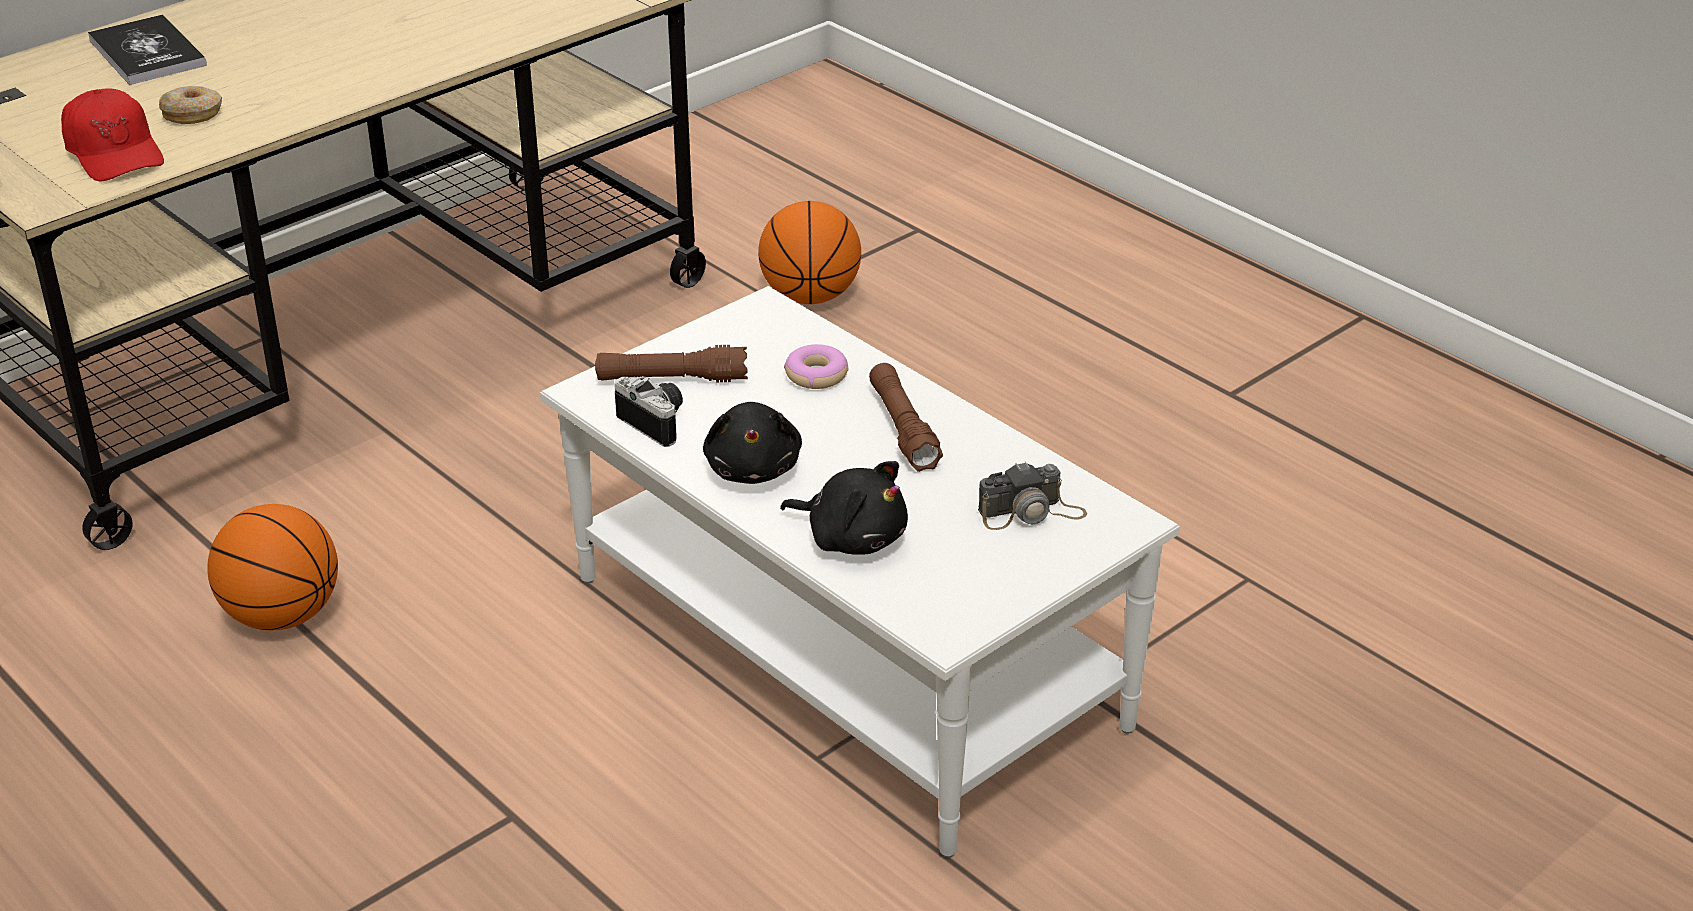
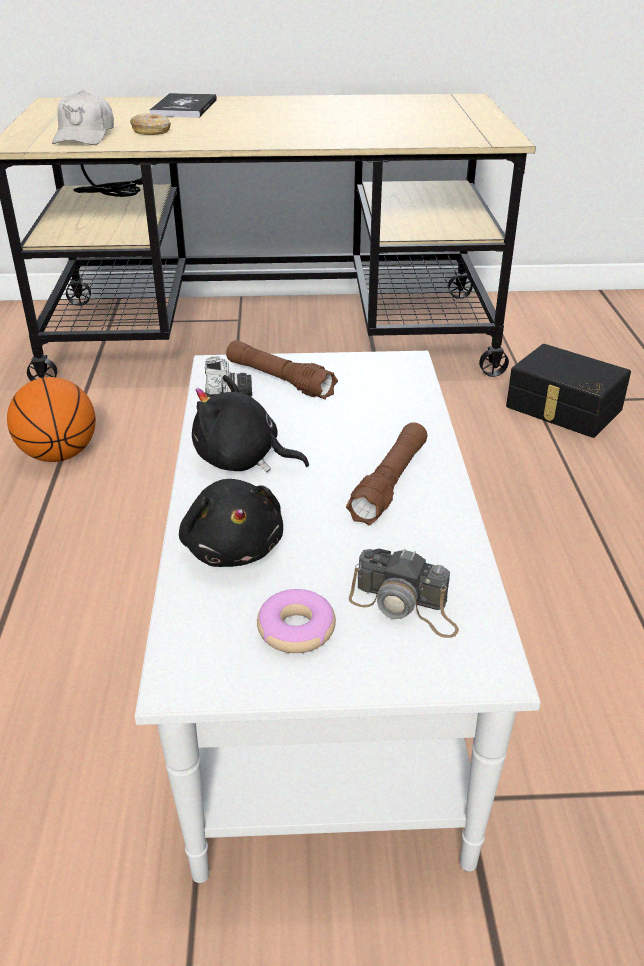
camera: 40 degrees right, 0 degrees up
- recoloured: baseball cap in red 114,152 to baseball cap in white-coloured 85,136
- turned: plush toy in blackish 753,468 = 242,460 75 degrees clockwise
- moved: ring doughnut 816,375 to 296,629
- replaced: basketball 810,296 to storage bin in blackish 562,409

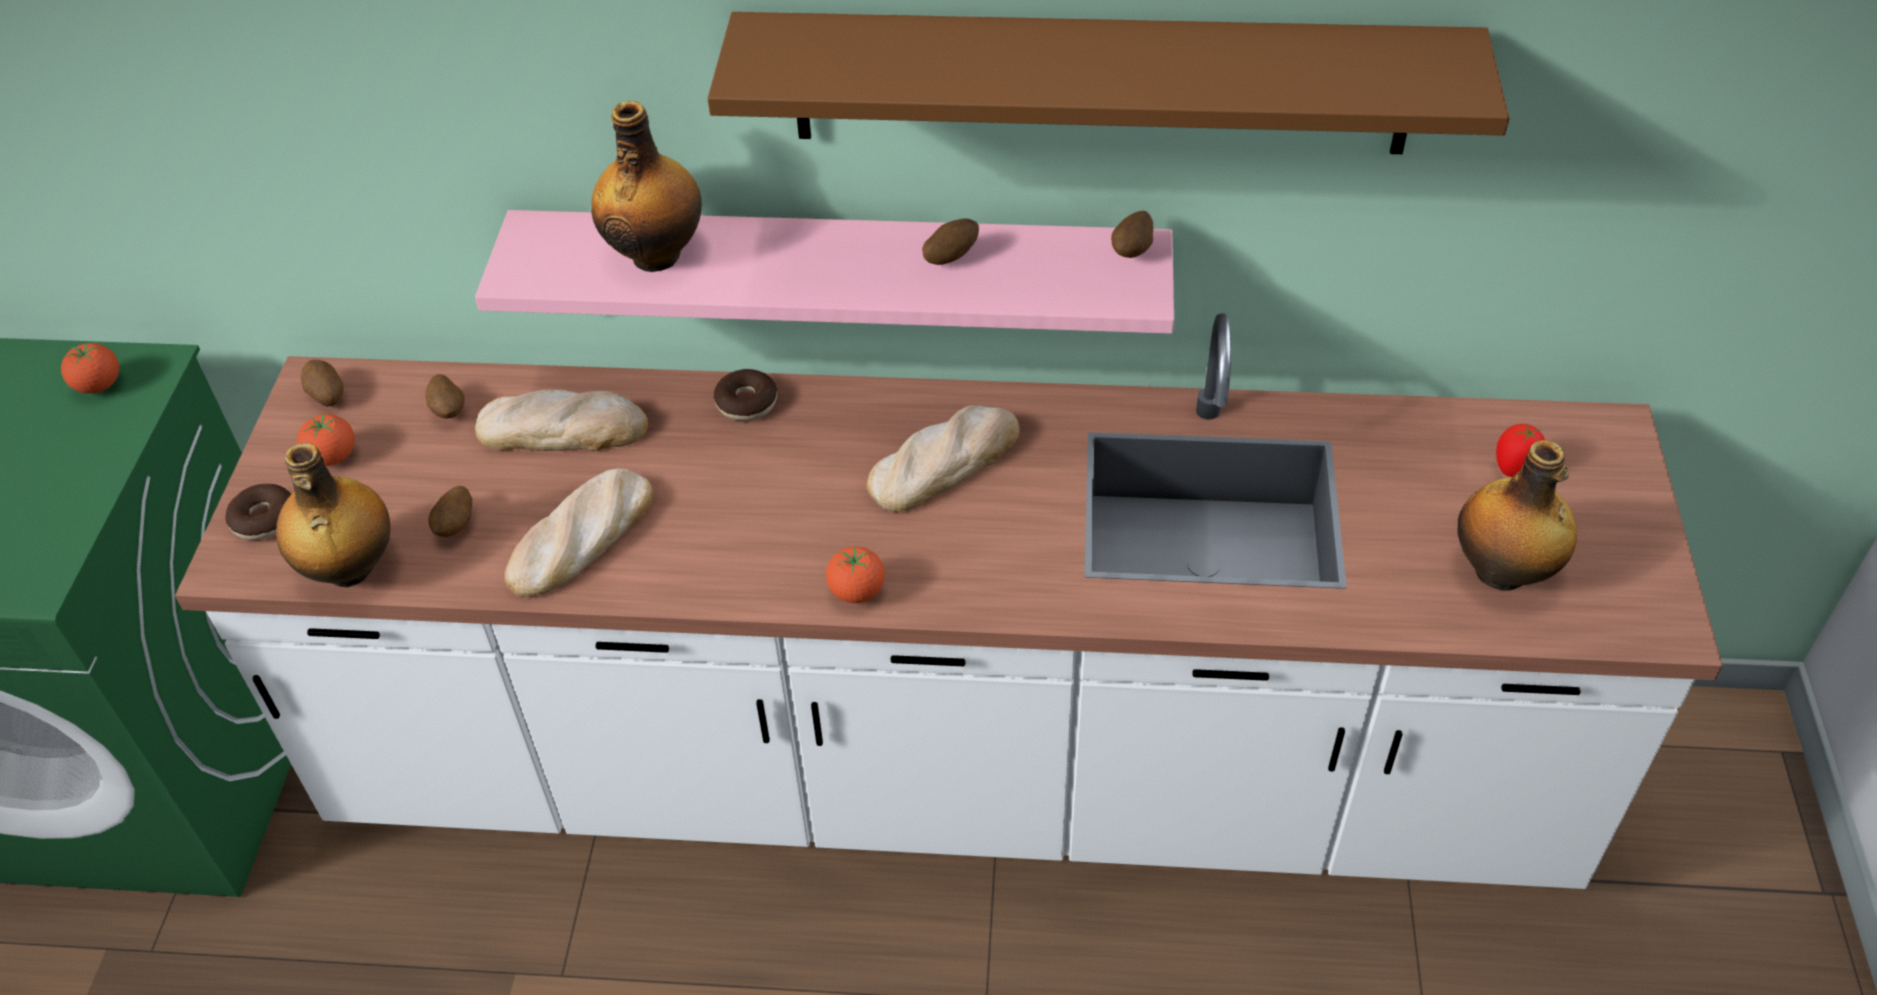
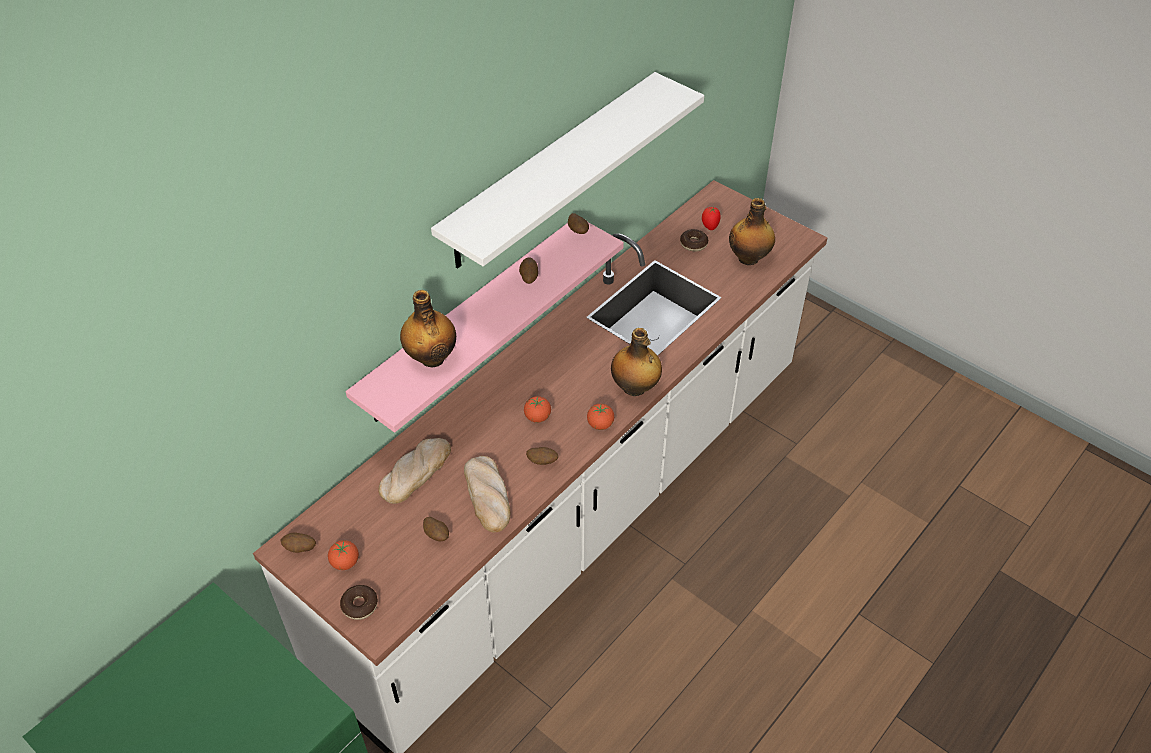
camera: 55 degrees left, 0 degrees up
- recoloured: shelf in brownish 1100,83 to shelf in white-coloured 551,170
- moved: tomato 99,385 to 537,417
- moved: spud 449,411 to 542,461
- moved: drink bottle 350,569 to 635,388
- moved: ring doughnut 746,402 to 693,244
- removed: baked bread 944,462

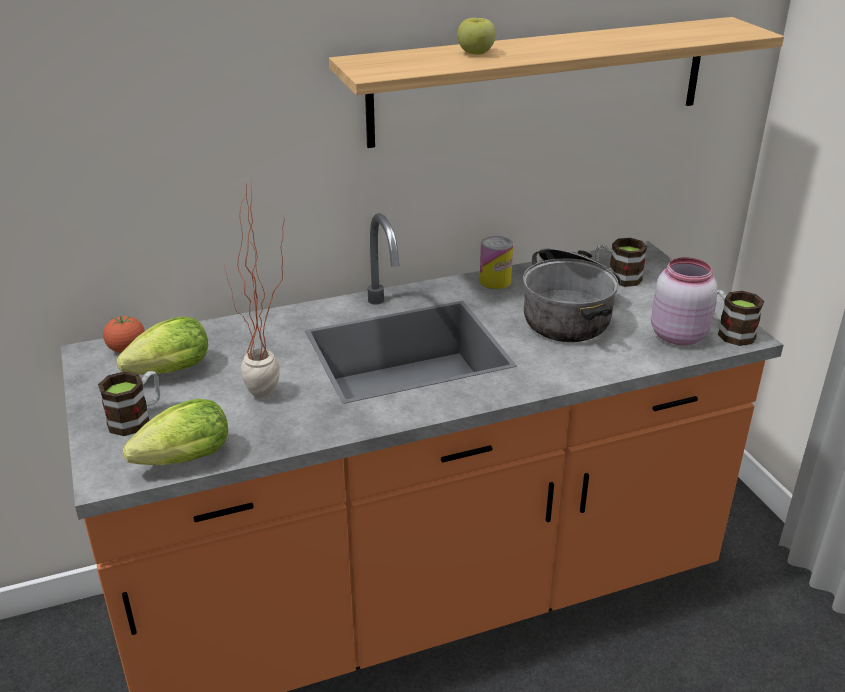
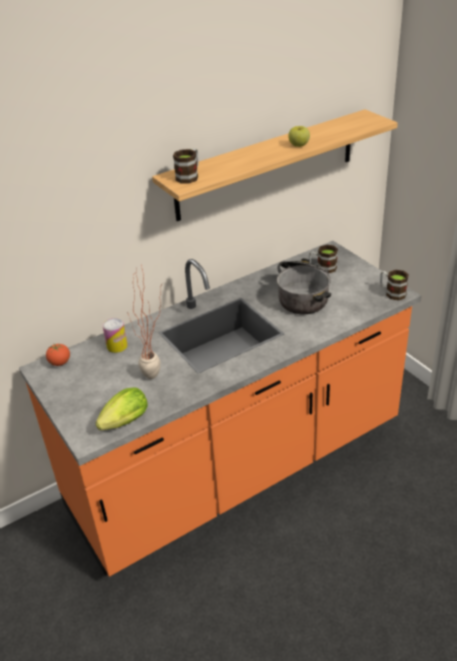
camera: 10 degrees left, 5 degrees up
- moved: sealed can 495,281 to 117,346
- moved: tea mug 136,418 to 189,176
- moved: whole apple 476,53 to 299,145
- removed: lettuce head 166,373
- removed: storage jar in pink 676,334

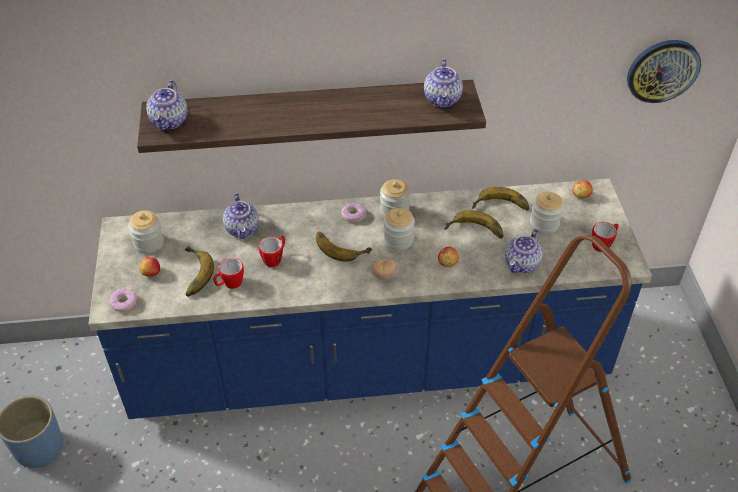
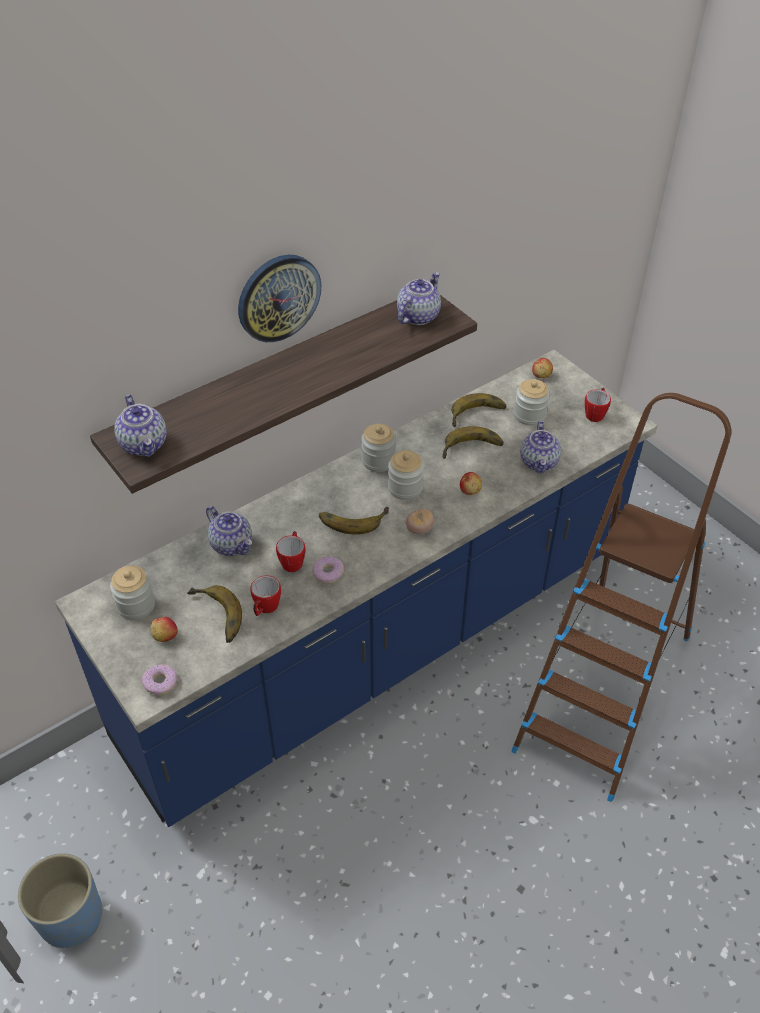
camera: 30 degrees left, 0 degrees up
- moved: hanging clock 662,70 to 278,297
- moved: ring doughnut 353,215 to 328,573
- turned: teapot 443,99 = 418,316 120 degrees counterclockwise

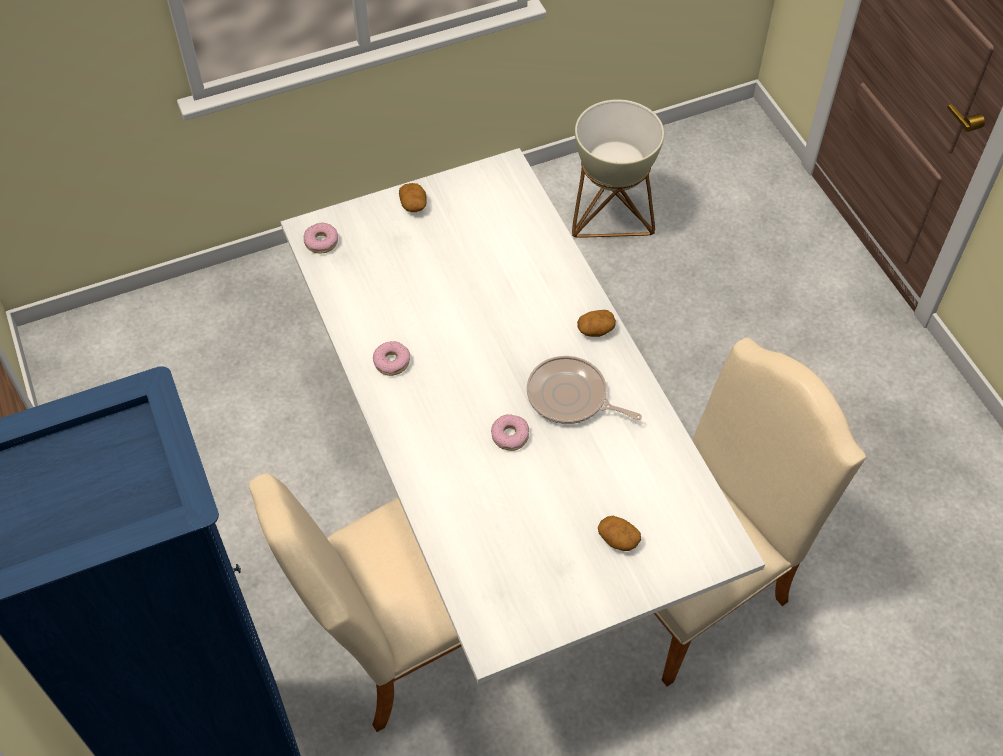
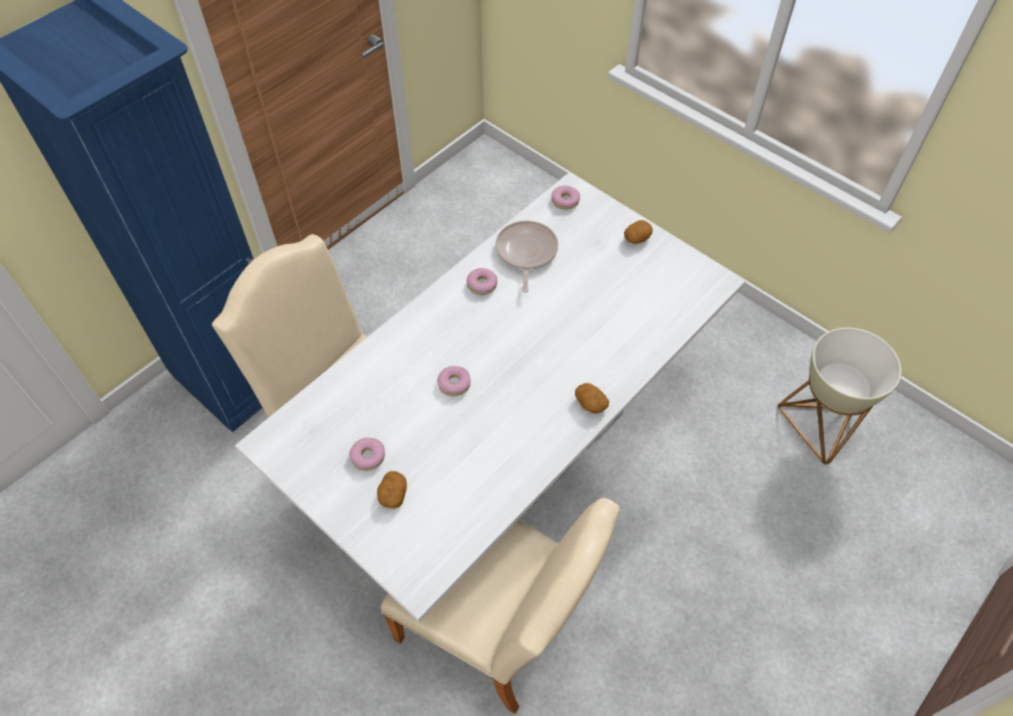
camera: 65 degrees right, 0 degrees up
- added: ring doughnut 368,456
- moved: frying pan 570,397 to 526,253

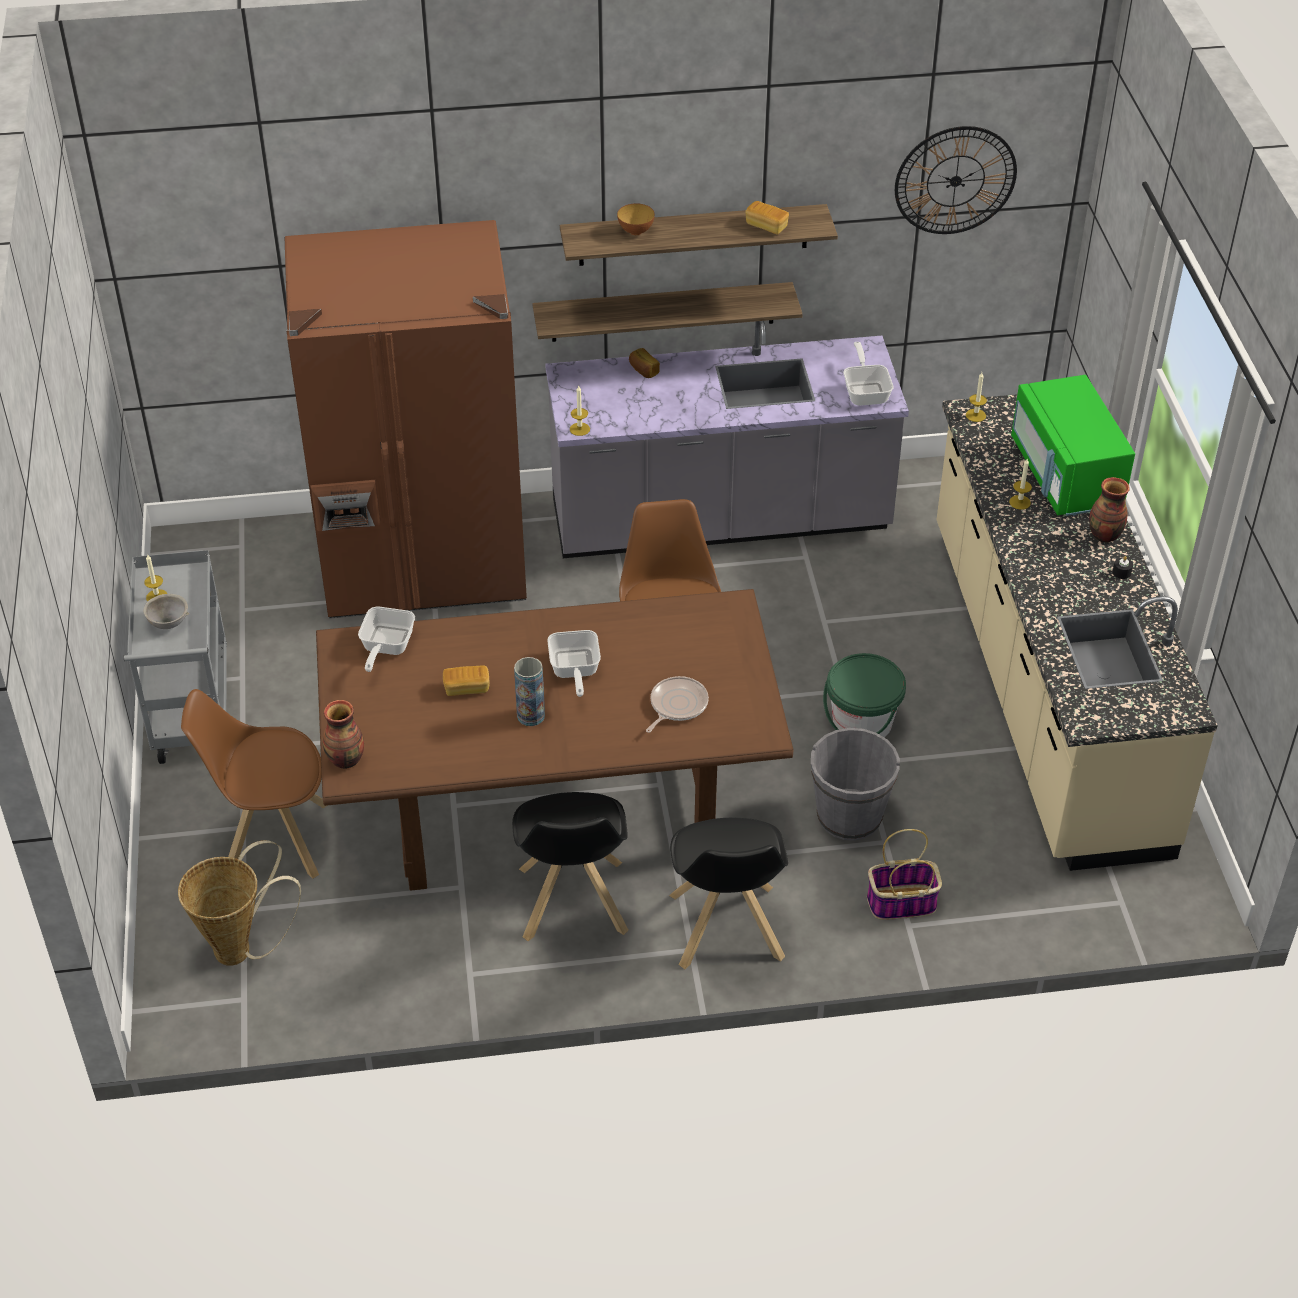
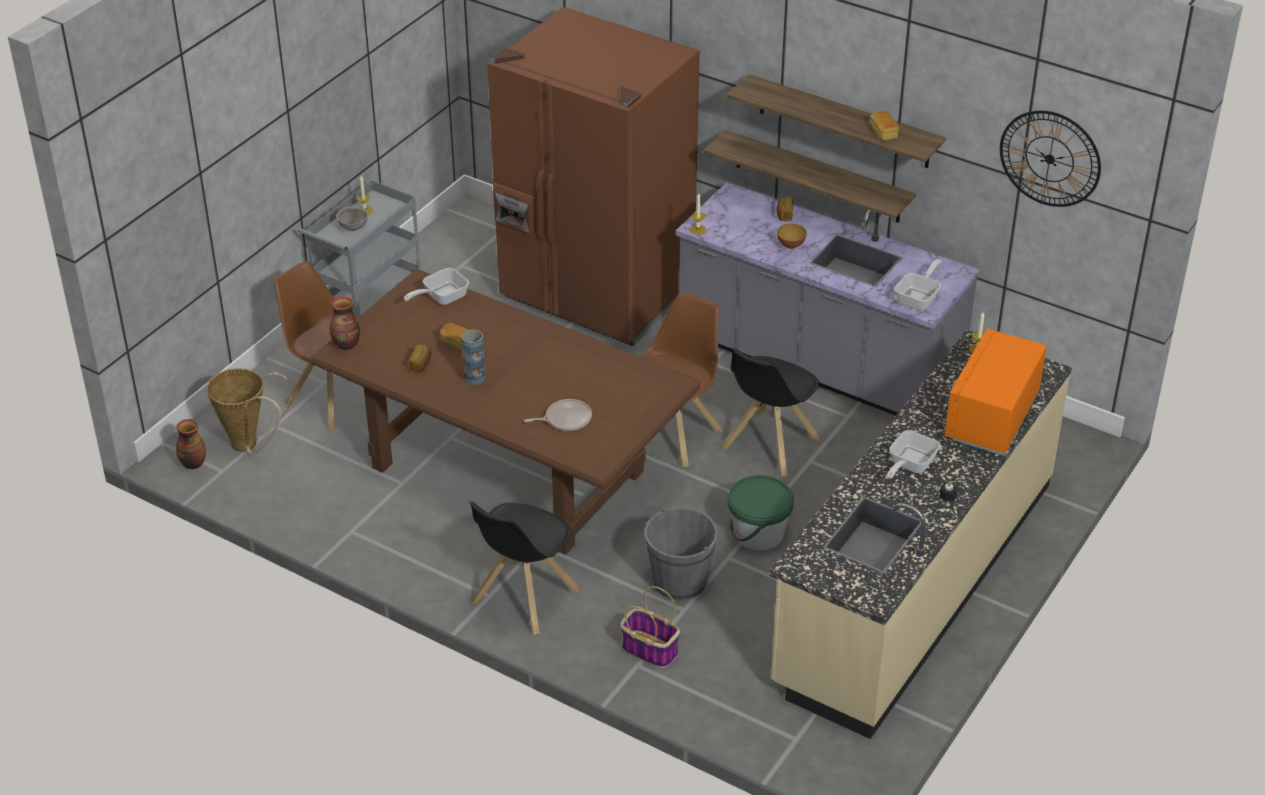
camera: 40 degrees right, 5 degrees down
- moved: flower vase 1104,535 to 192,463
- added: baked bread 421,364
- moved: chair in blackish 572,903 to 768,445
- moved: bowl 636,231 to 791,246
- moved: frying pan 574,671 to 909,465
- recoloured: microwave in green 1065,476 to microwave in orangey 991,418
- removed: candle 1020,502

